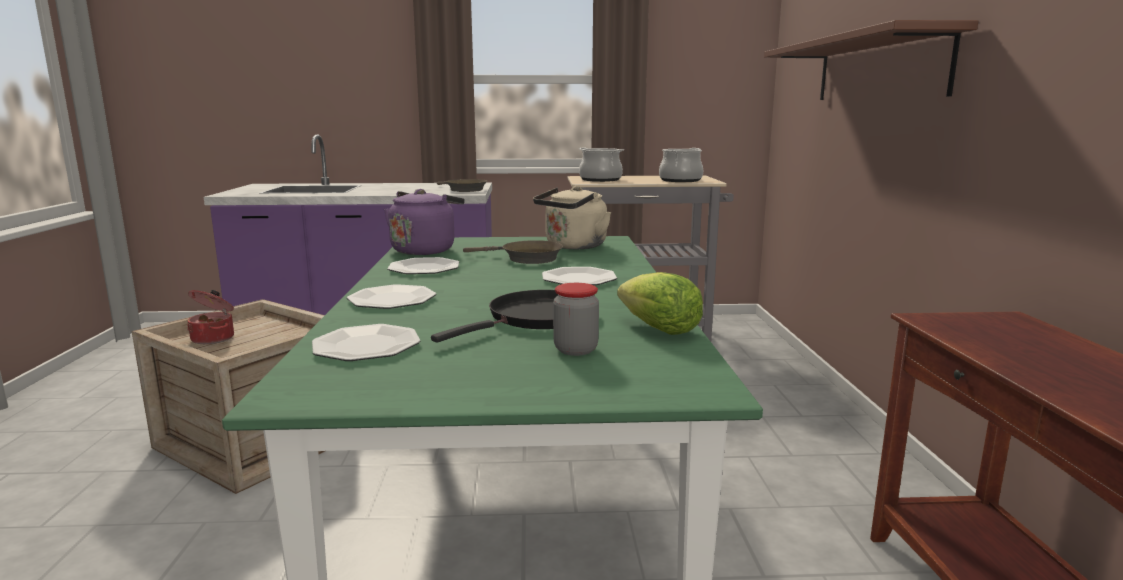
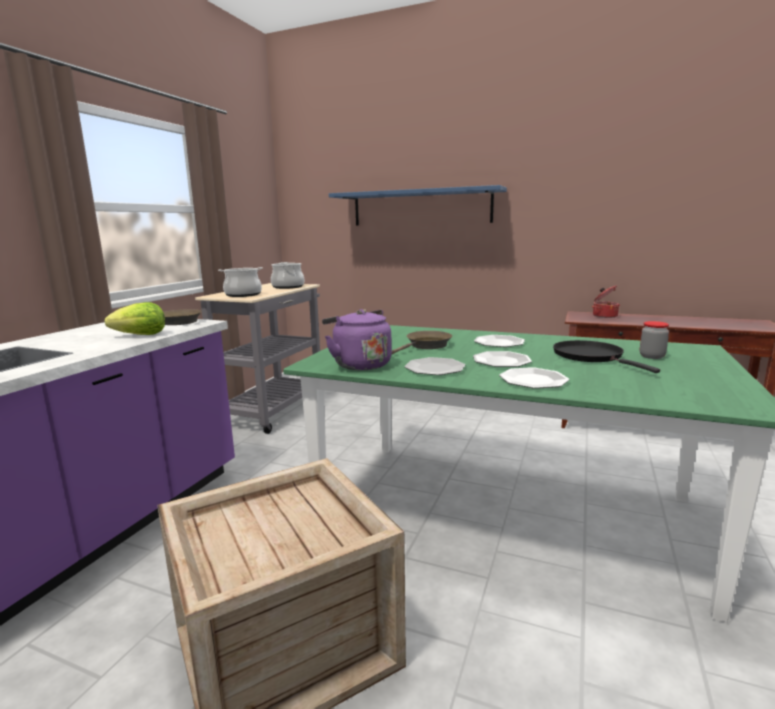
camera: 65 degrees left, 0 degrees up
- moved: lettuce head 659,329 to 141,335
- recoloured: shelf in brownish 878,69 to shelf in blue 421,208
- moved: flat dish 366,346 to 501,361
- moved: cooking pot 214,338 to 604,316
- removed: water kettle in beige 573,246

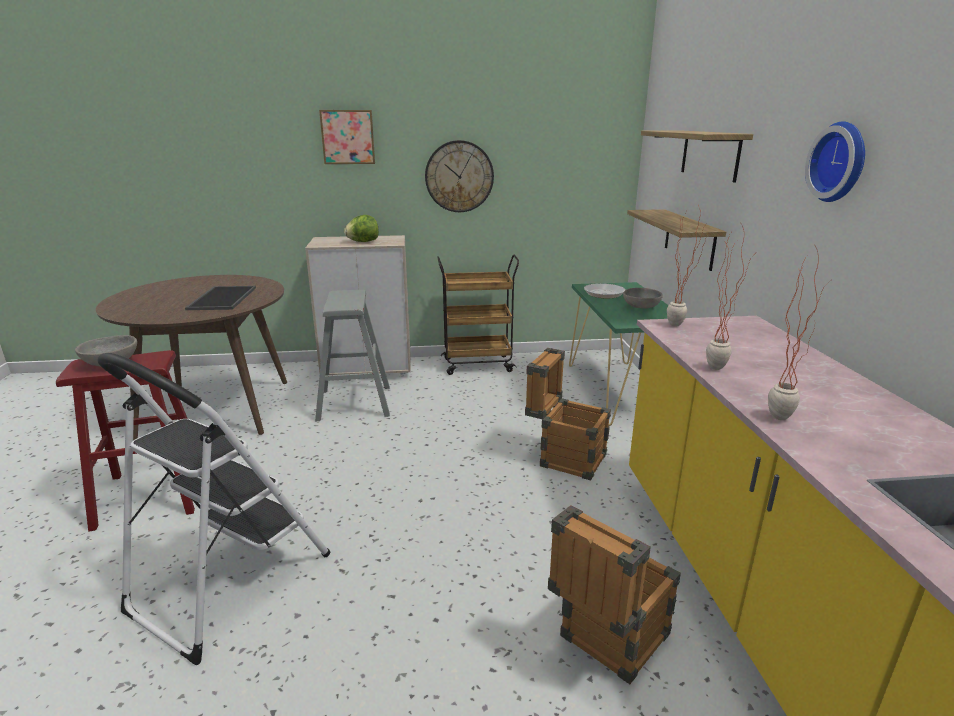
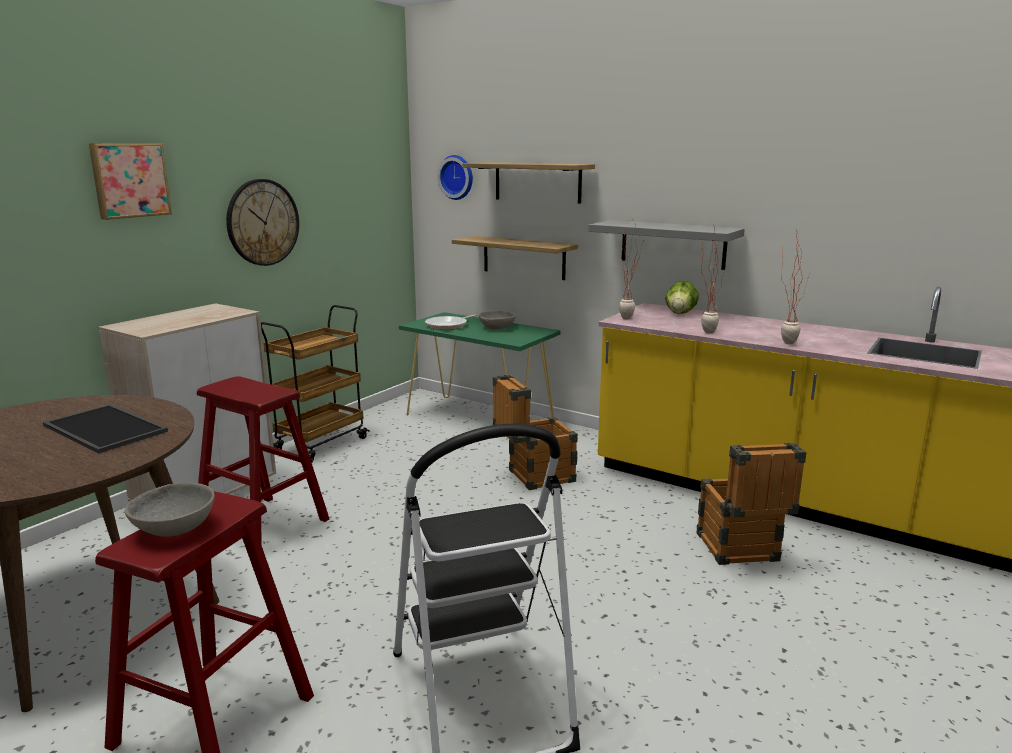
camera: 50 degrees left, 5 degrees down
- recoloured: sitting stool in gray 354,403 to sitting stool in red 263,527
- moved: hanging clock 841,162 to 457,177
- added: shelf in gray 673,244
- moved: lettuce head 363,242 to 680,313

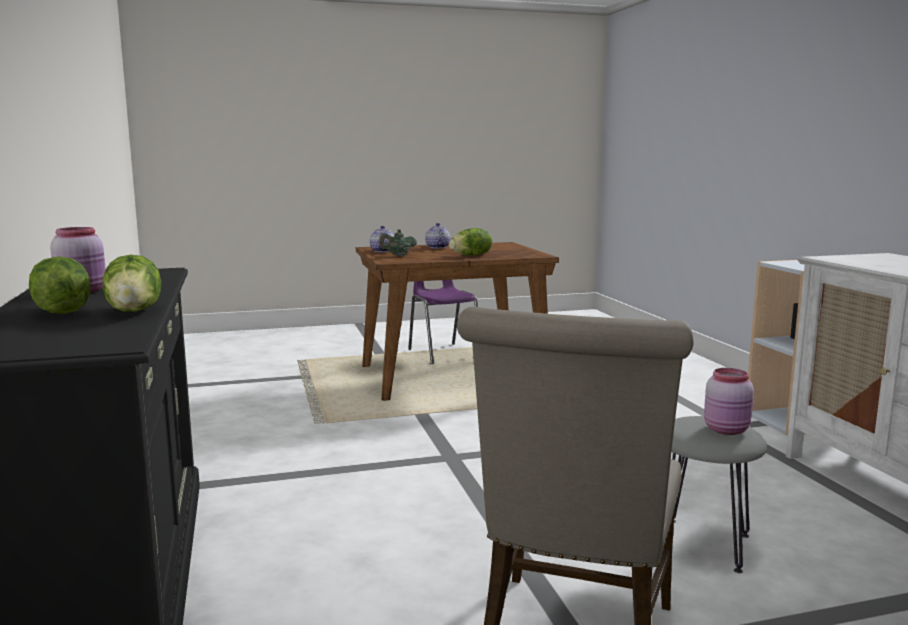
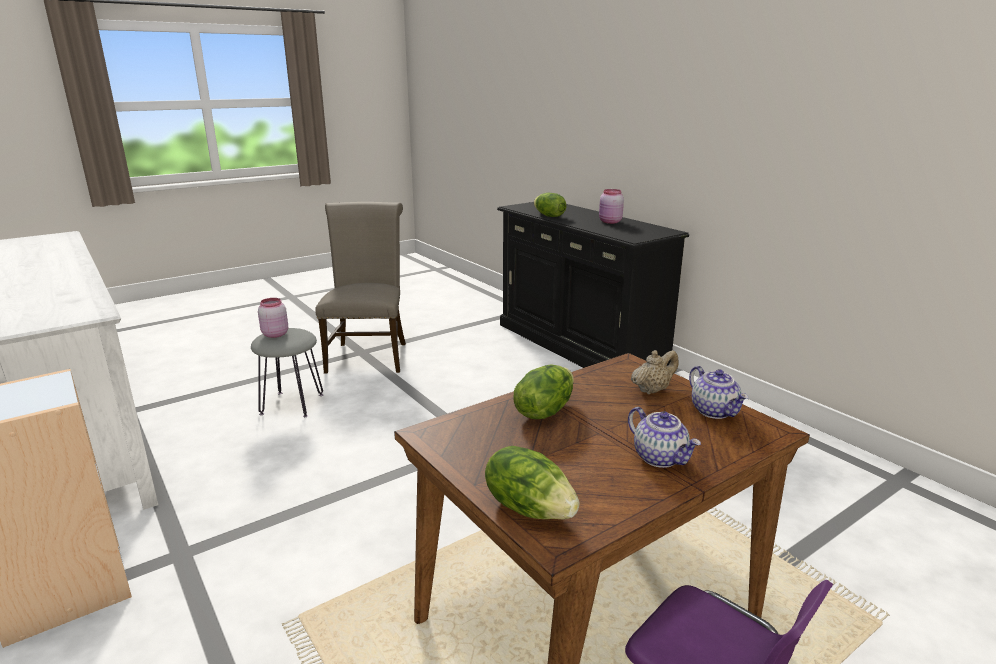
camera: 160 degrees right, 10 degrees up
- moved: lettuce head 61,311 to 529,507
- recoloured: teapot in green 398,255 to teapot in beige 652,390

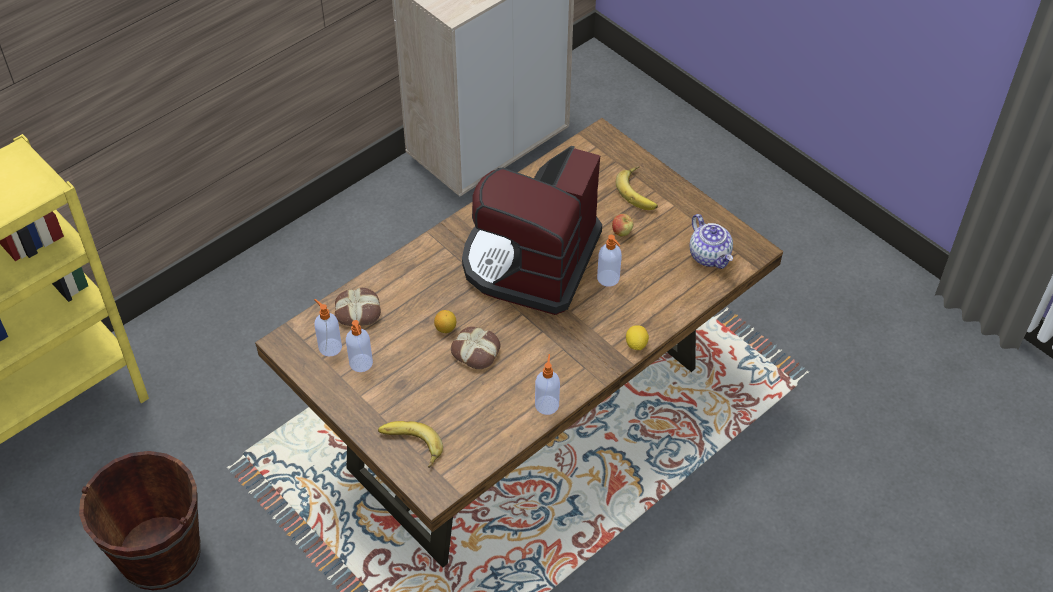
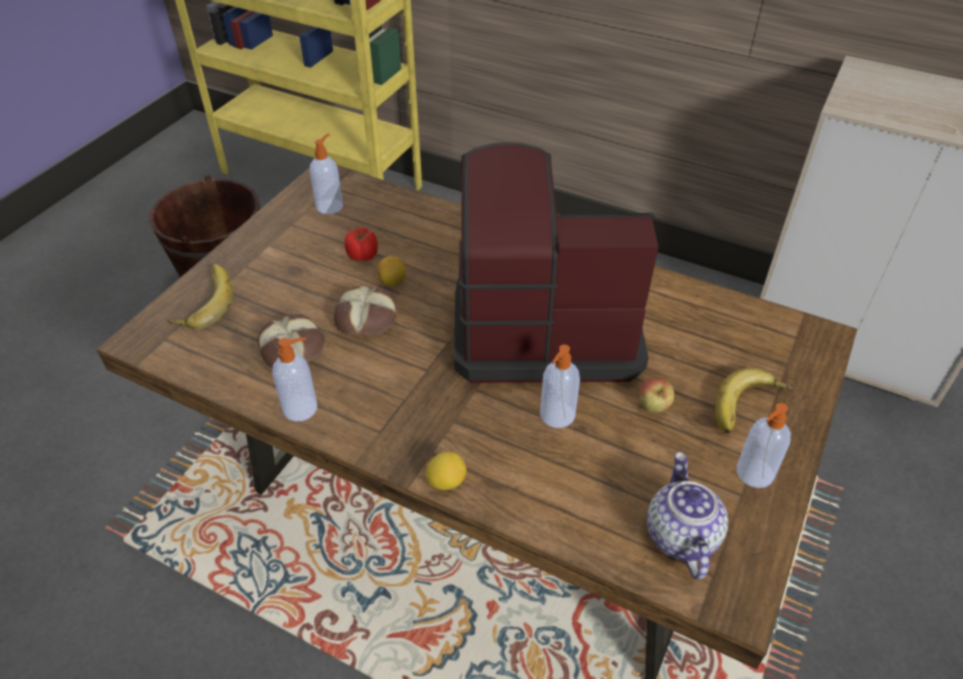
camera: 70 degrees right, 5 degrees down
- moved: baked bread 358,311 to 293,348
- added: tomato 363,255
- turned: teapot 710,256 = 680,535 135 degrees clockwise
- moved: liquid soap bottle 361,364 to 753,474

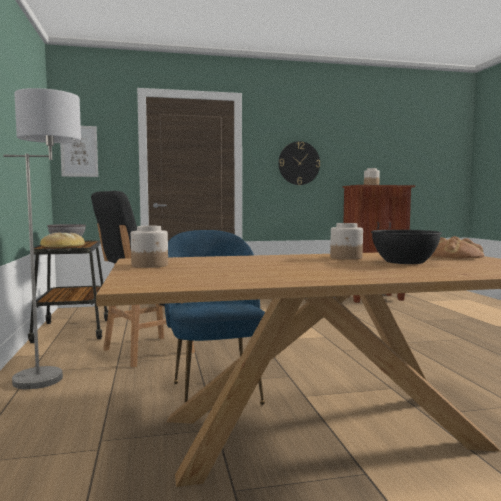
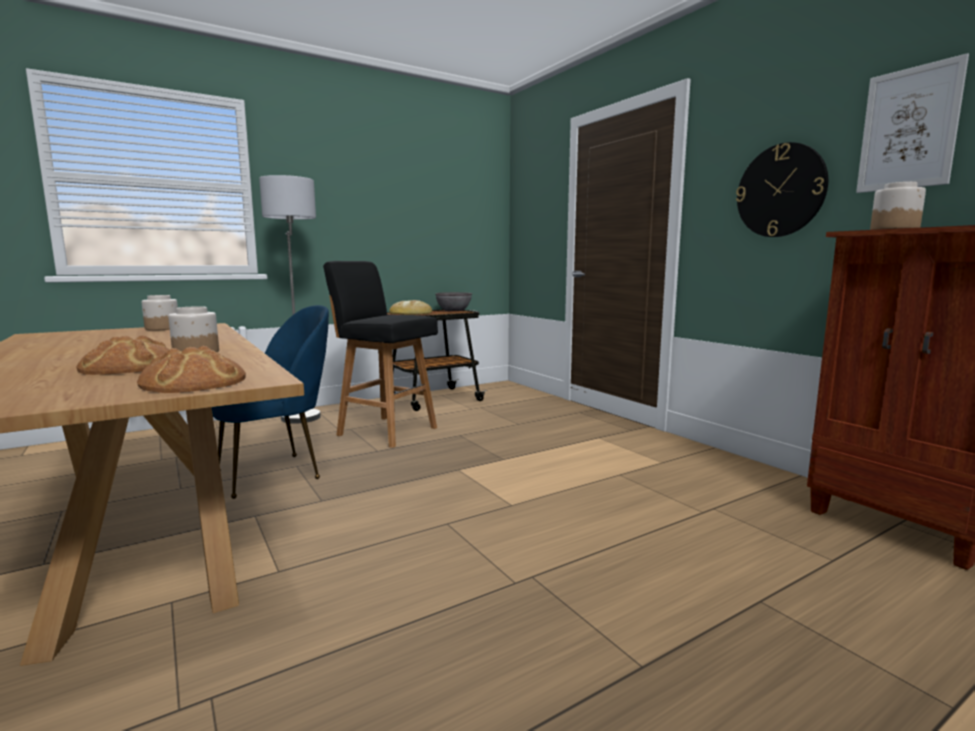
camera: 70 degrees right, 5 degrees up
- replaced: bowl in blackish 404,262 to baked bread 128,366
- moved: wall art 79,151 to 908,129

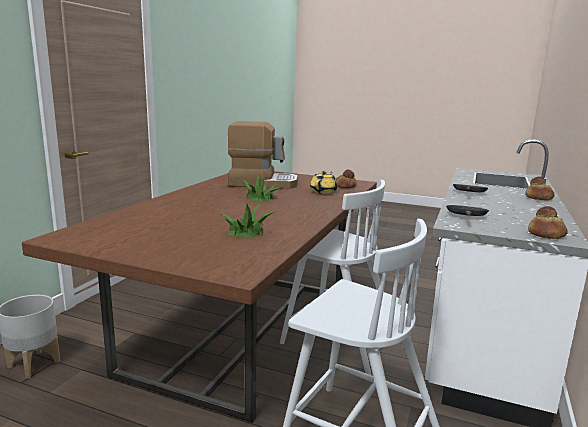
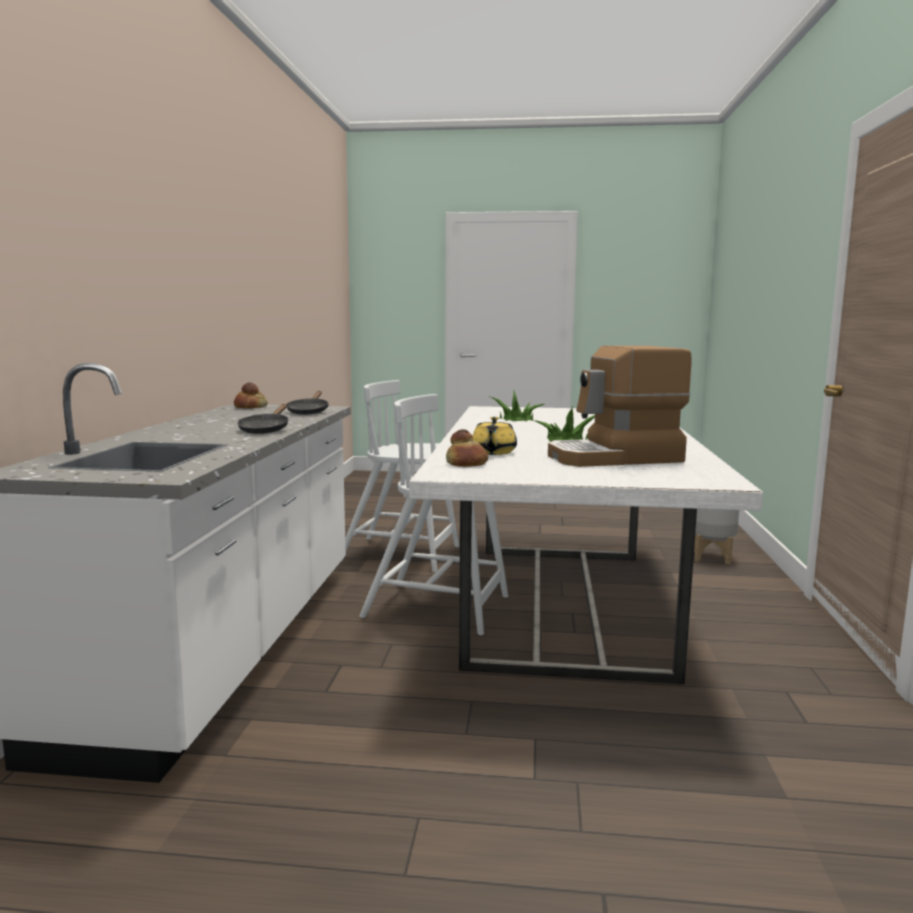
camera: 165 degrees right, 5 degrees down
- recoloured: dining table in brownish 245,328 to dining table in white-coloured 563,605
- removed: baked bread 539,198

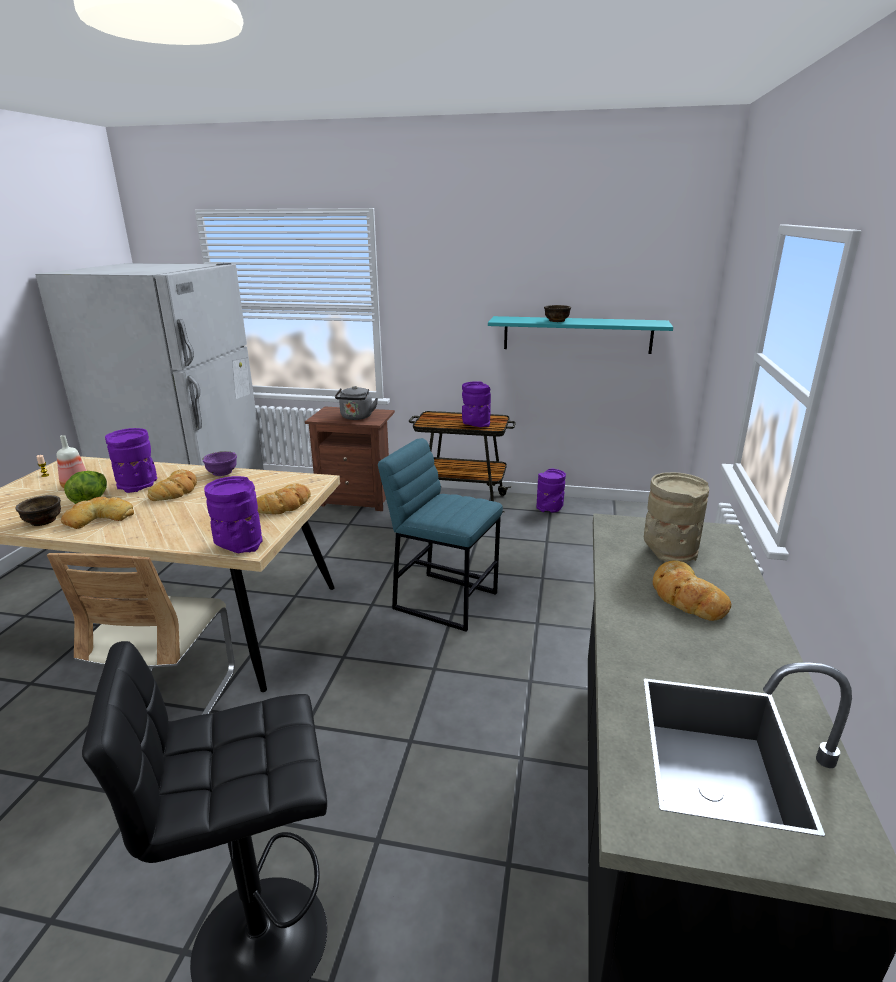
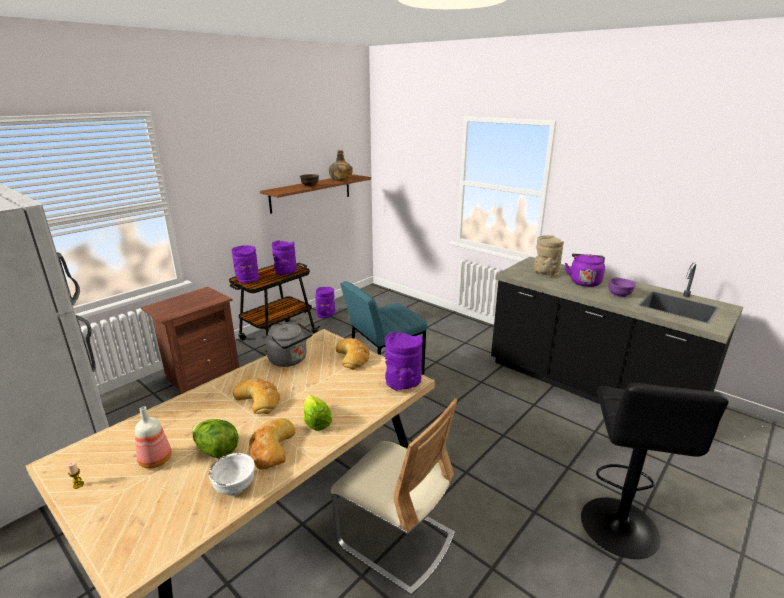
camera: 60 degrees left, 0 degrees up
- recoloured: bowl in brownish 43,521 to bowl in white-coloured 234,485
- moved: flower vase in purple 138,485 to 247,279
- recoloured: shelf in blue-green 577,334 to shelf in brownish 311,193
- moved: water kettle in gray 356,417 to 290,360
- added: lettuce head 316,419
- added: drink bottle in green 340,179
- replaced: baked bread 686,597 to water kettle in purple 584,282
- moved: bowl in purple 222,472 to 619,294

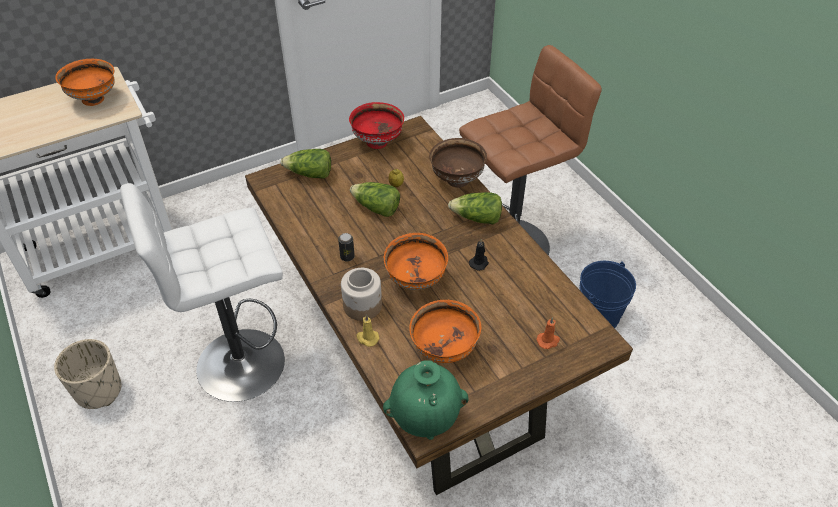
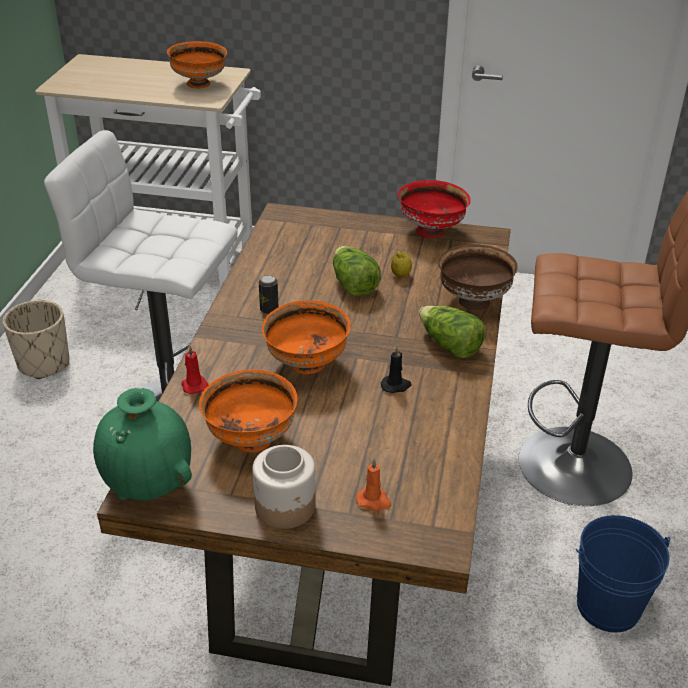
camera: 40 degrees right, 10 degrees down
- recoloured: candle in yellowish 367,338 to candle in red 194,385
- moved: storage jar 363,305 to 286,507
- removed: lettuce head 310,174

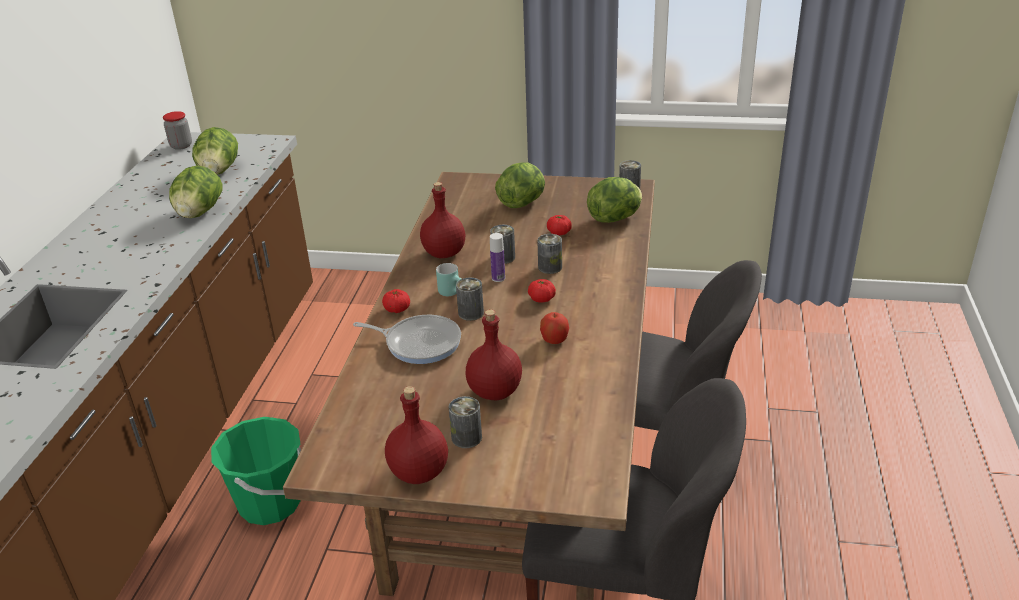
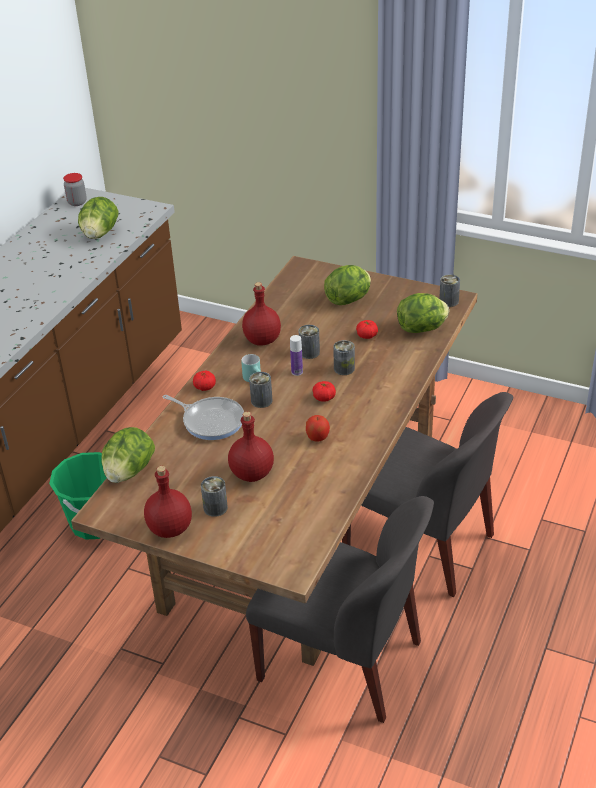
camera: 15 degrees right, 5 degrees up
- moved: lettuce head 199,213 to 129,472

